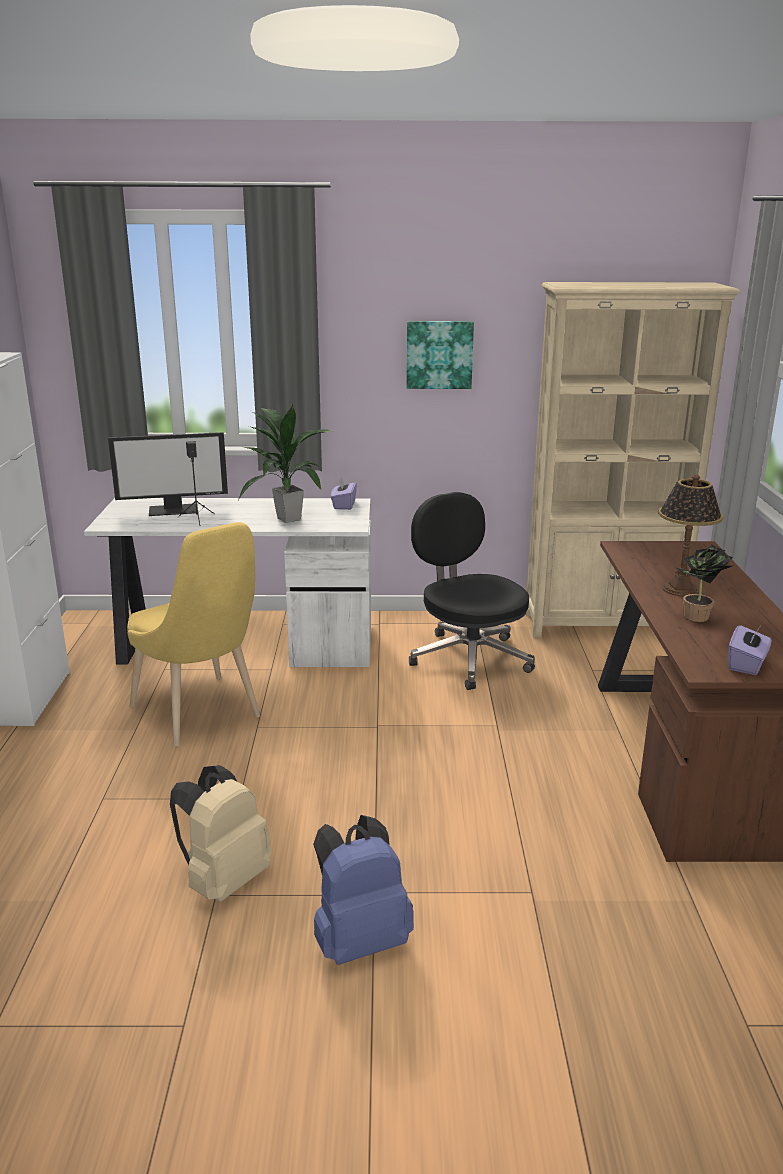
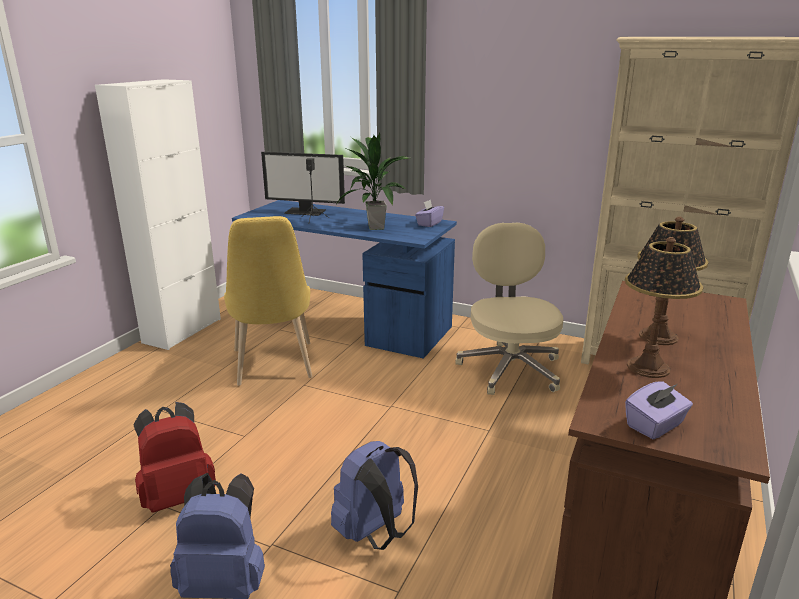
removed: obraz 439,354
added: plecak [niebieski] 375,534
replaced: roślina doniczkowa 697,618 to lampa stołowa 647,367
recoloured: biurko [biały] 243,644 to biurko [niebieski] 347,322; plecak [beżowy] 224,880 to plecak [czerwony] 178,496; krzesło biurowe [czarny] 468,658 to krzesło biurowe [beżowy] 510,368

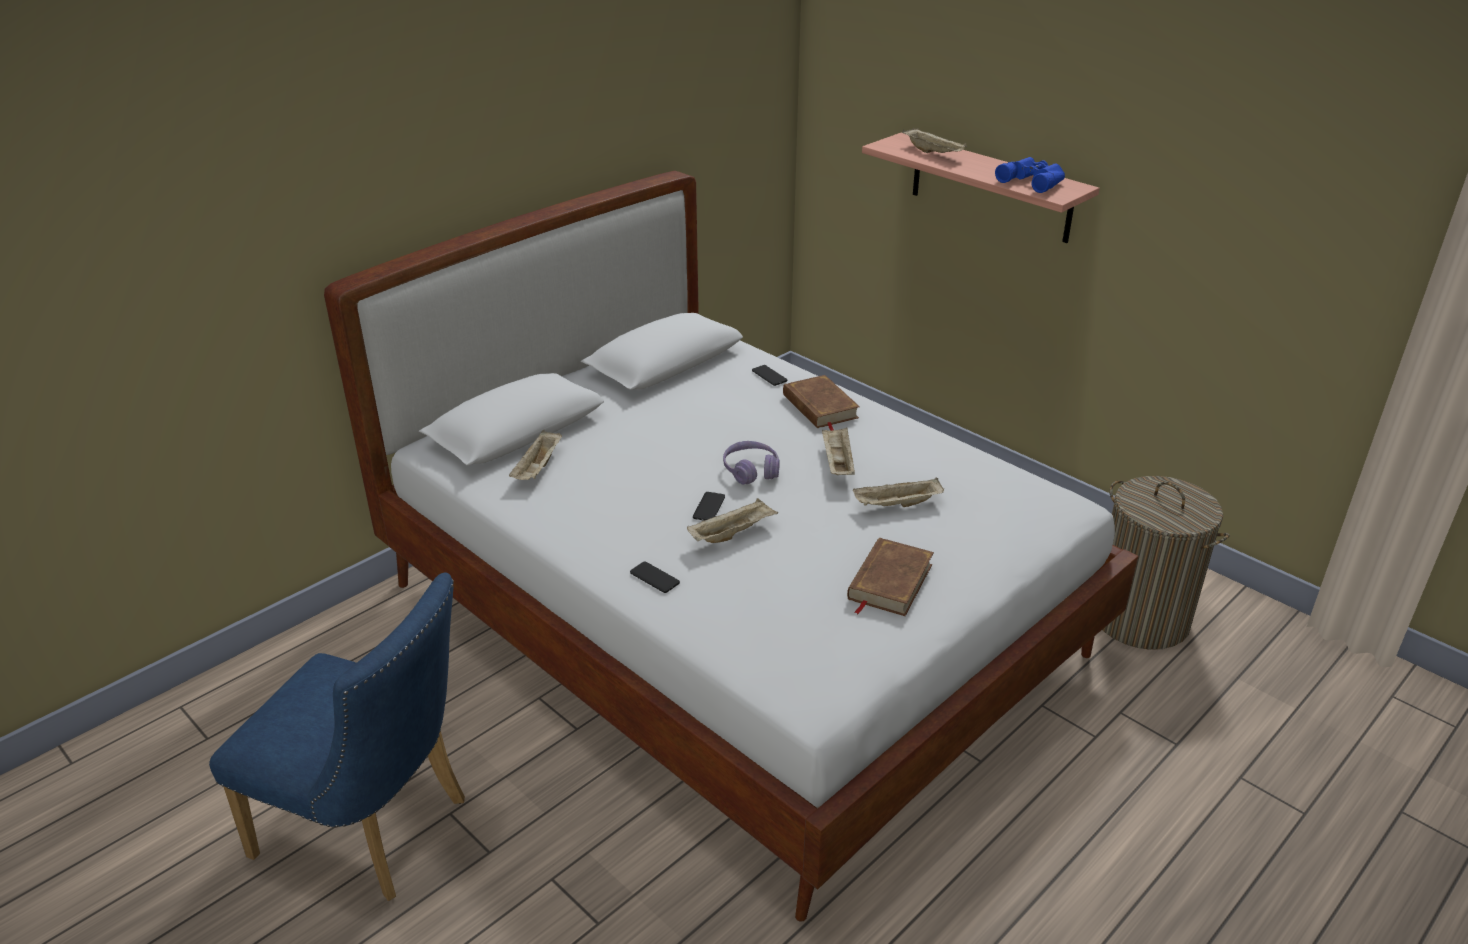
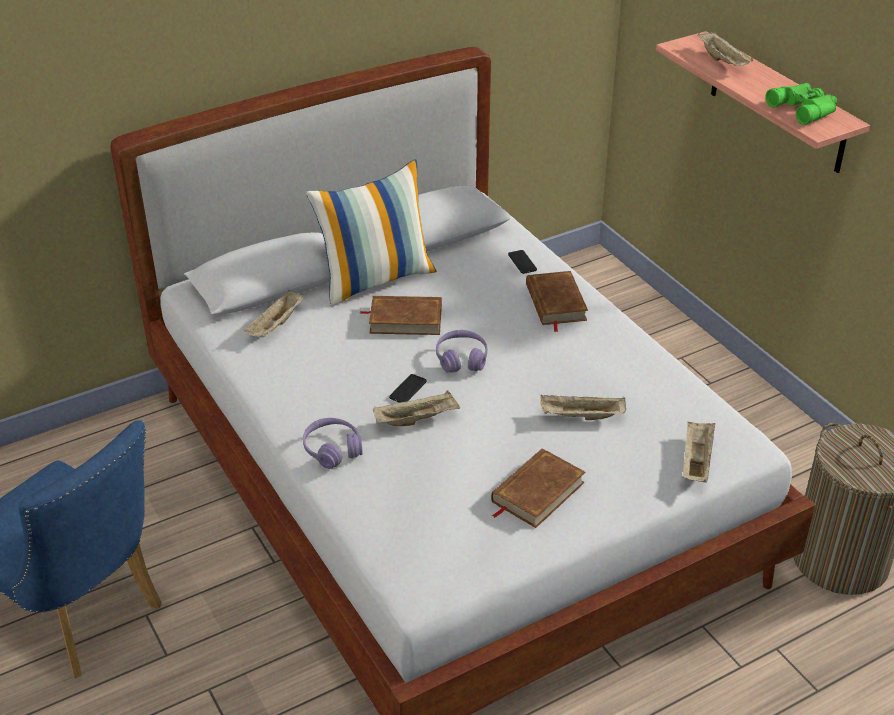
added: poduszka 376,279; książka [brązowy] 405,319
moved: taca [beżowy] 837,463 to 696,461
replaced: telefon 654,578 to słuchawki [fioletowy] 333,449
recoloured: lornetka [niebieski] 1033,181 to lornetka [zielony] 805,108

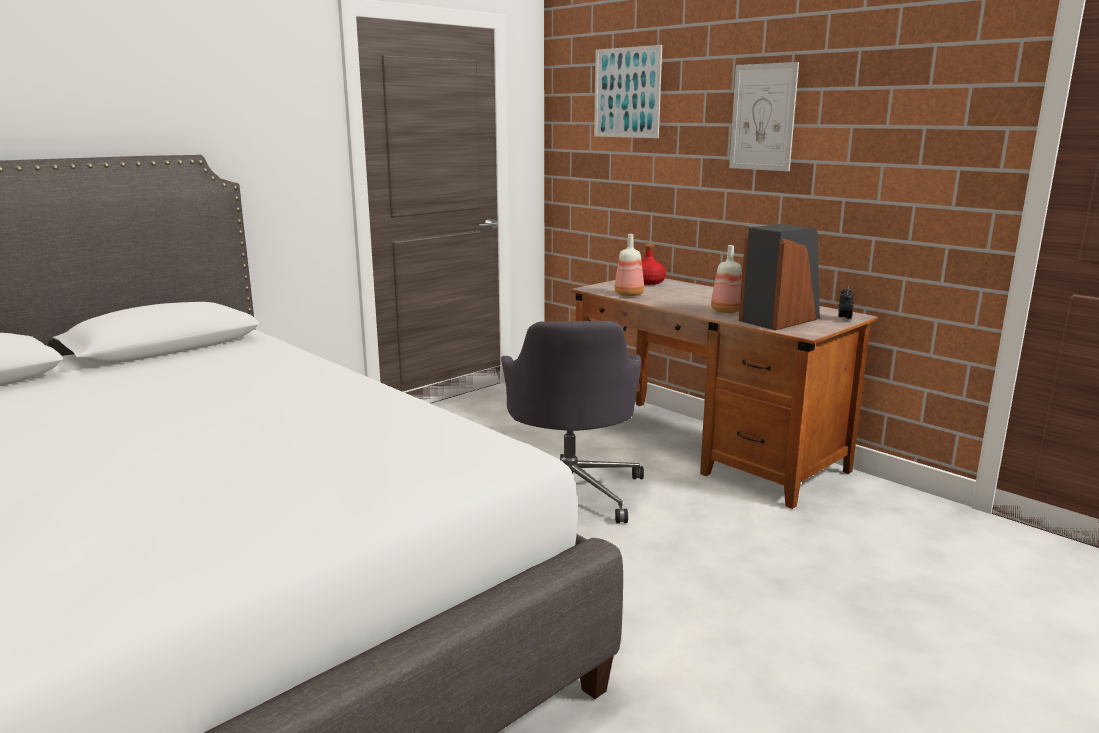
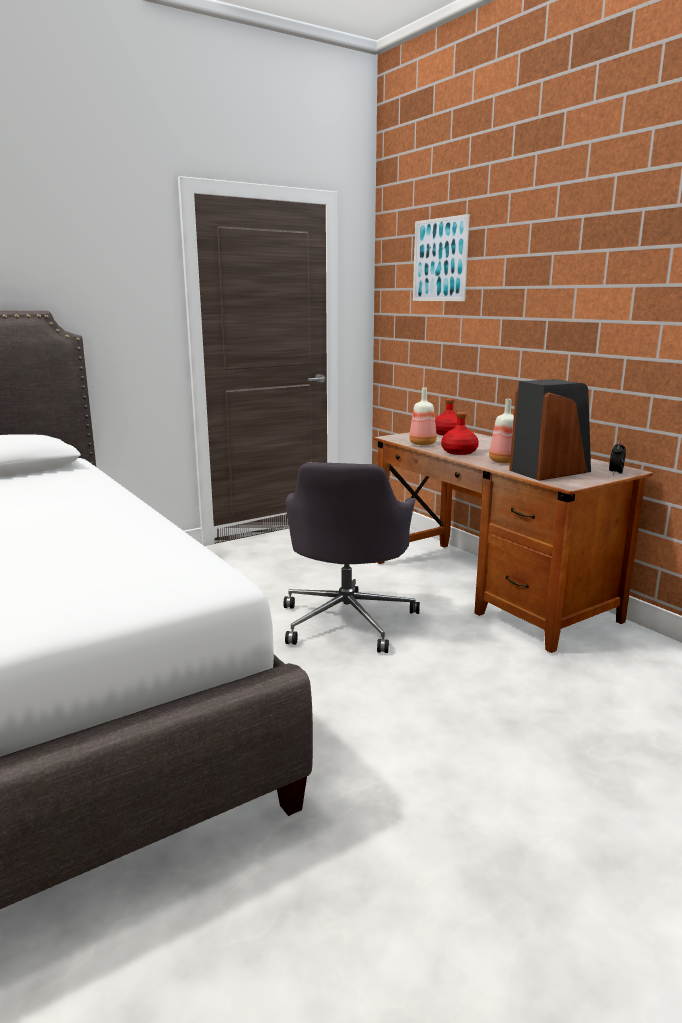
removed: obraz 763,117
added: butelka [czerwony] 459,452

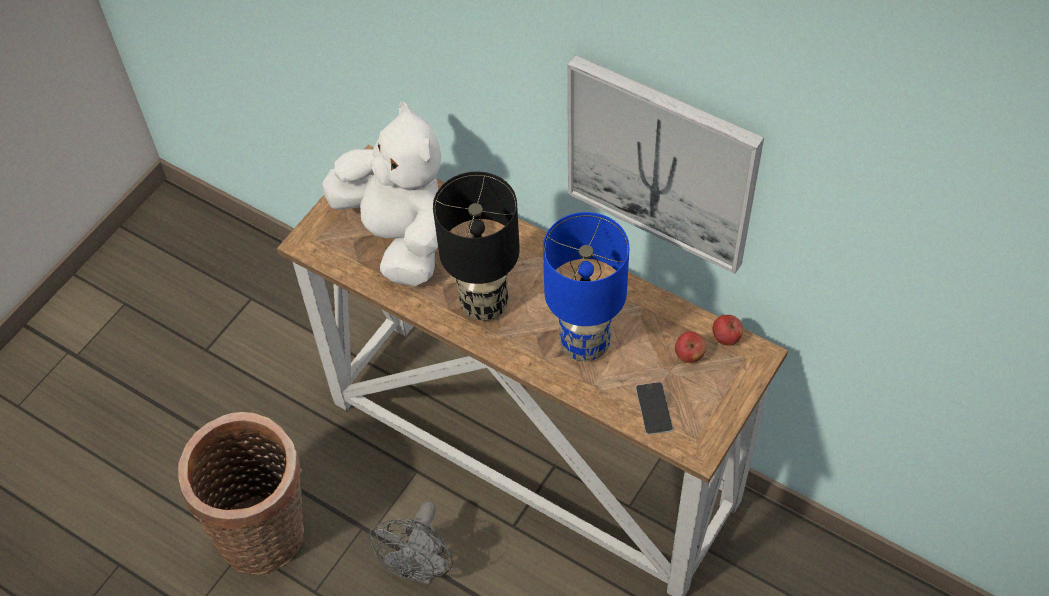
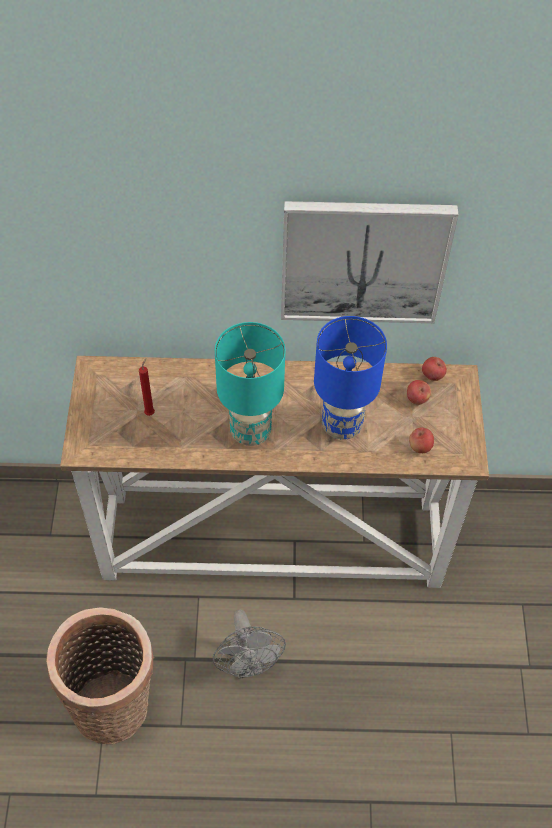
replaced: pluszak [biały] 398,235 to świeca [czerwony] 150,412; telefon 654,408 to jabłko 420,447
recoloured: lampa stołowa [czarny] 483,304 to lampa stołowa [turkusowy] 250,432

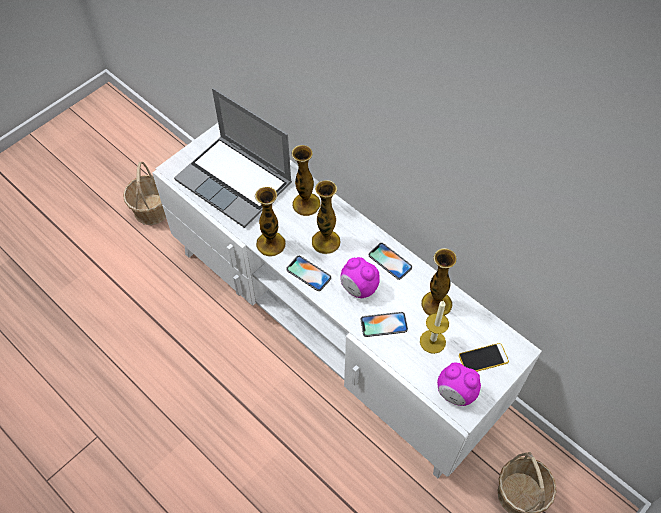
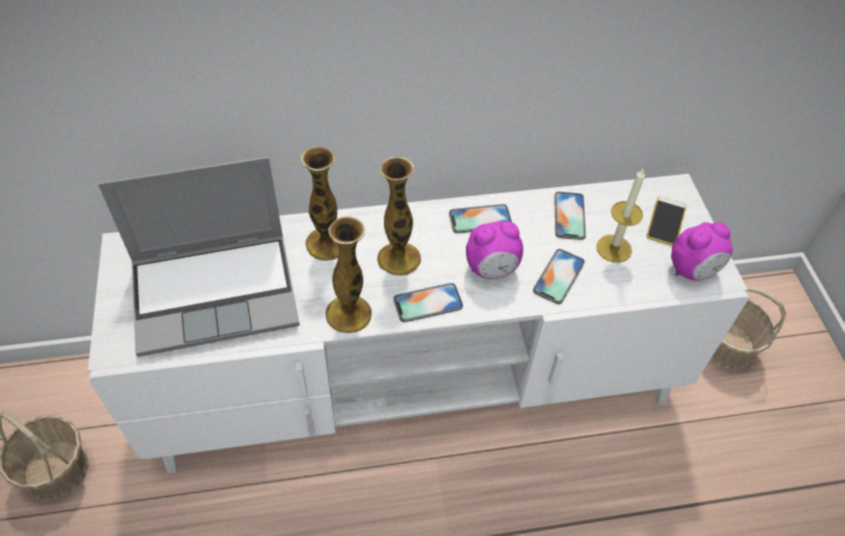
replaced: wazon 436,304 to telefon 569,216

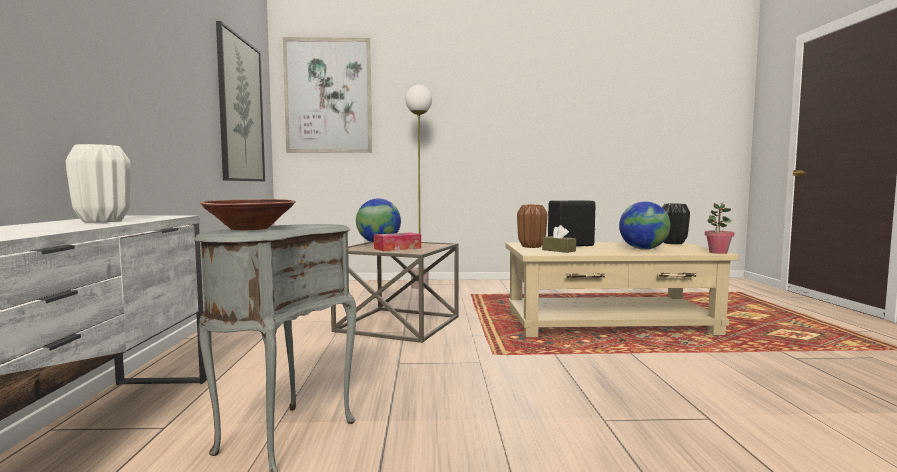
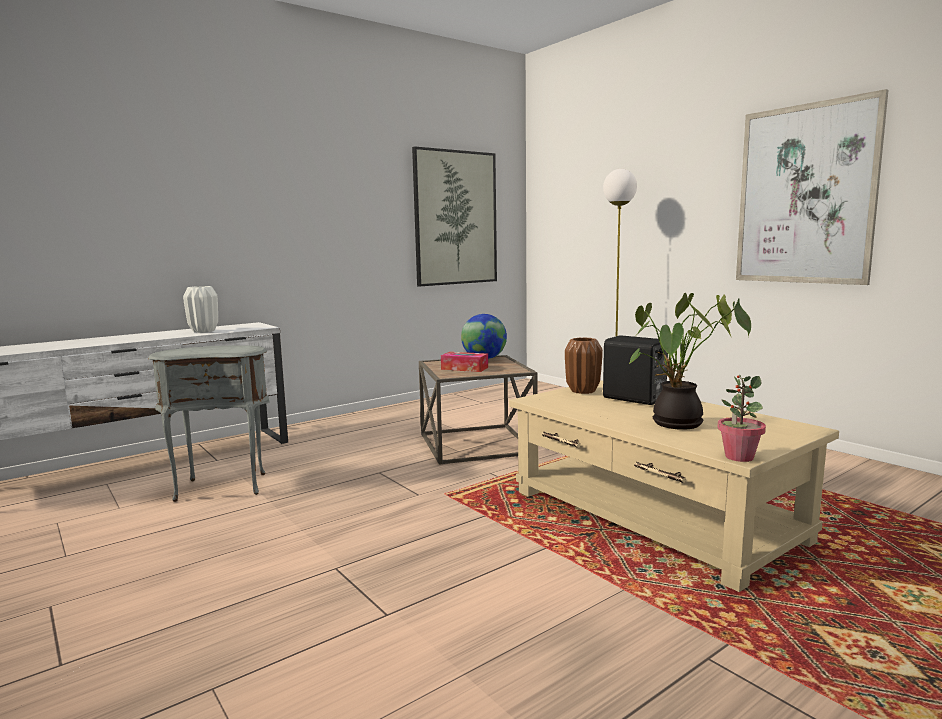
removed: miska [brązowy] 250,229; pudełko chusteczek [brązowy] 558,250; wazon [czarny] 673,243
moved: obraz 328,96 to 805,195
replaced: globus 643,249 to roślina doniczkowa 678,425

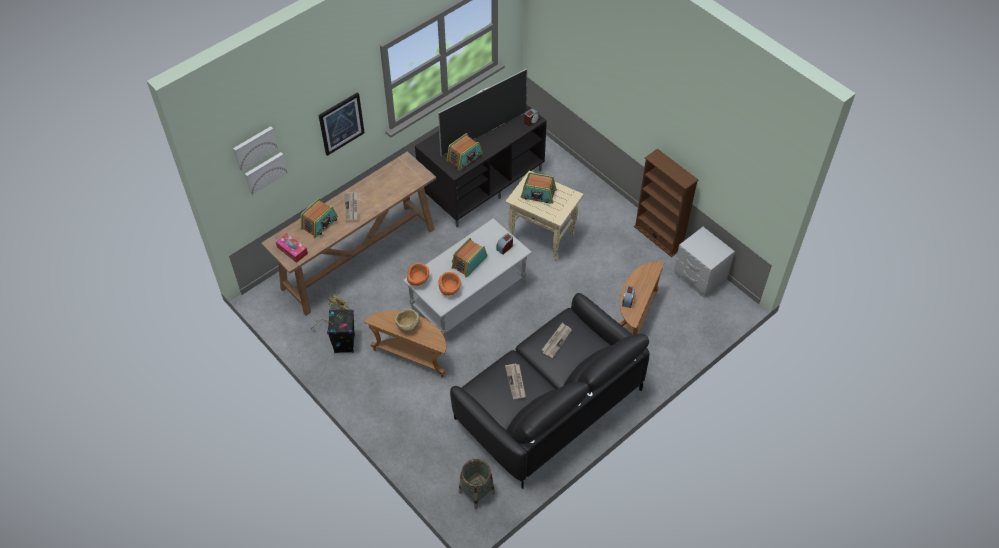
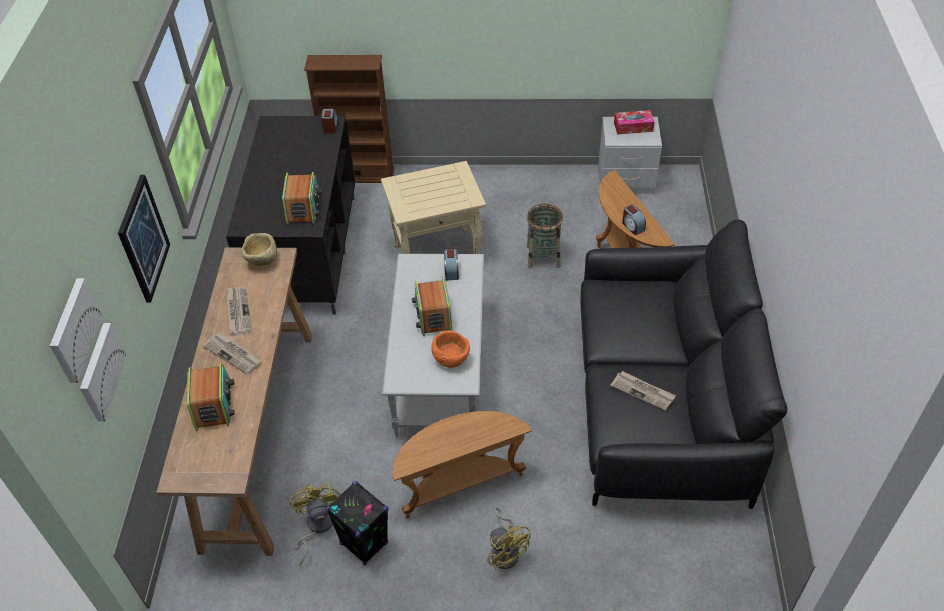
removed: miska [pomarańczowy] 418,281; telewizor 483,133; radio 538,194
added: wentylator [żółty] 506,551
moved: pudełko chusteczek 292,250 to 633,127; miska [beżowy] 408,326 to 262,260; koszyk 477,492 to 543,256; gazeta 556,340 to 238,311; regał [brązowy] 658,237 to 359,175

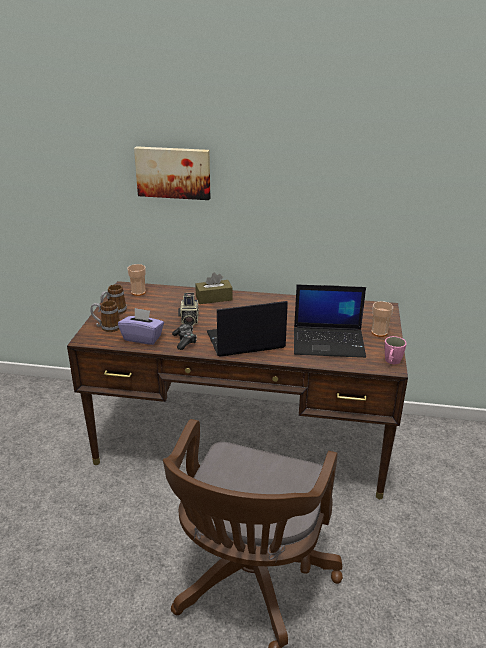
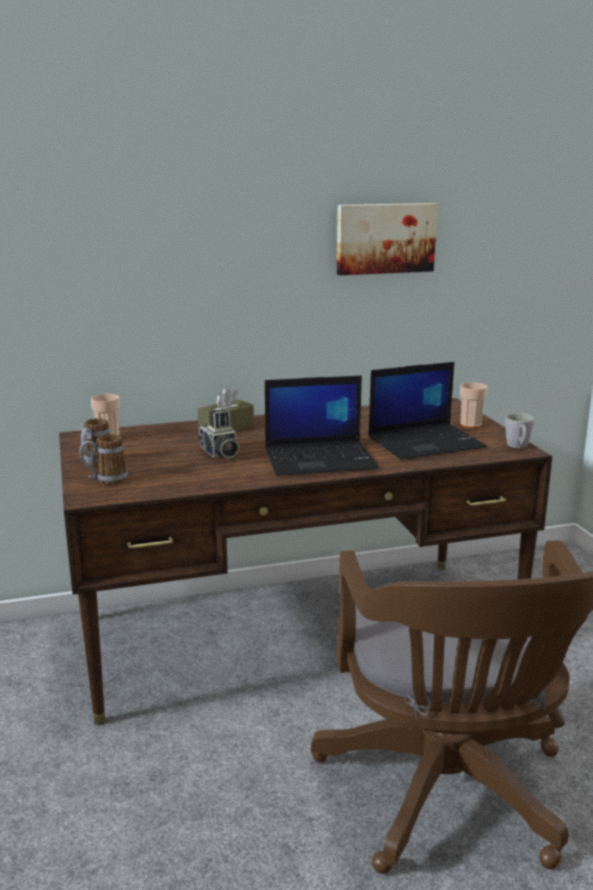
removed: pudełko chusteczek [fioletowy] 142,338; pad do gier 185,341
moved: obraz 173,172 to 385,238
recoloured: kubek [różowy] 391,362 to kubek [szary] 518,446
turned: laptop 244,341 = 321,459 150 degrees counterclockwise

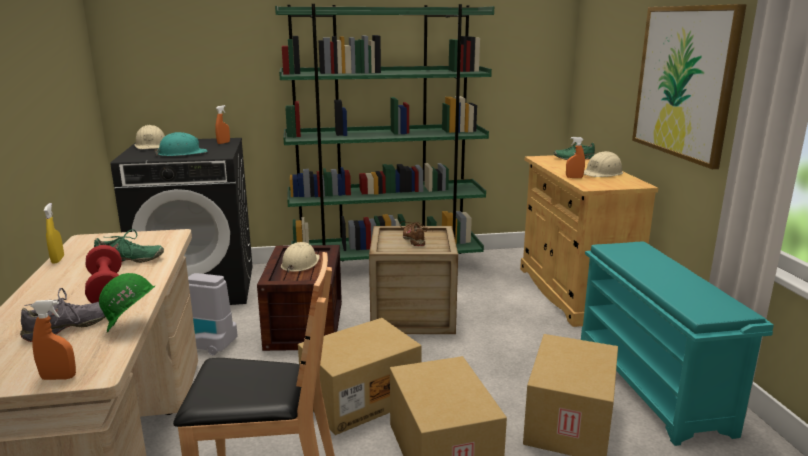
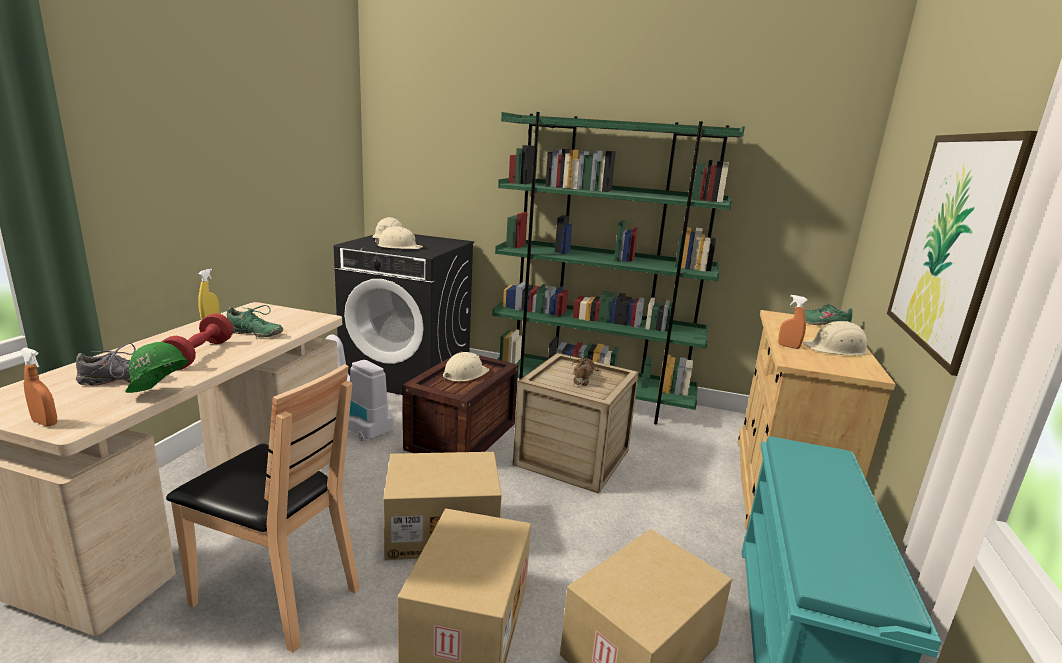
removed: spryskiwacz [pomarańczowy] 223,143
recoloured: kask [turkusowy] 182,153 to kask [beżowy] 399,247

